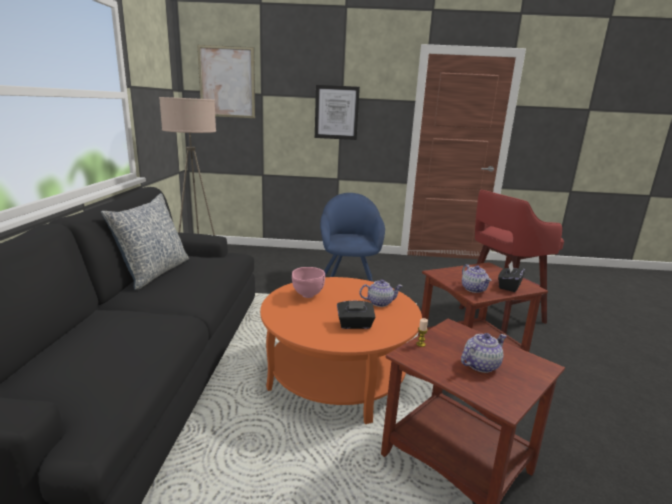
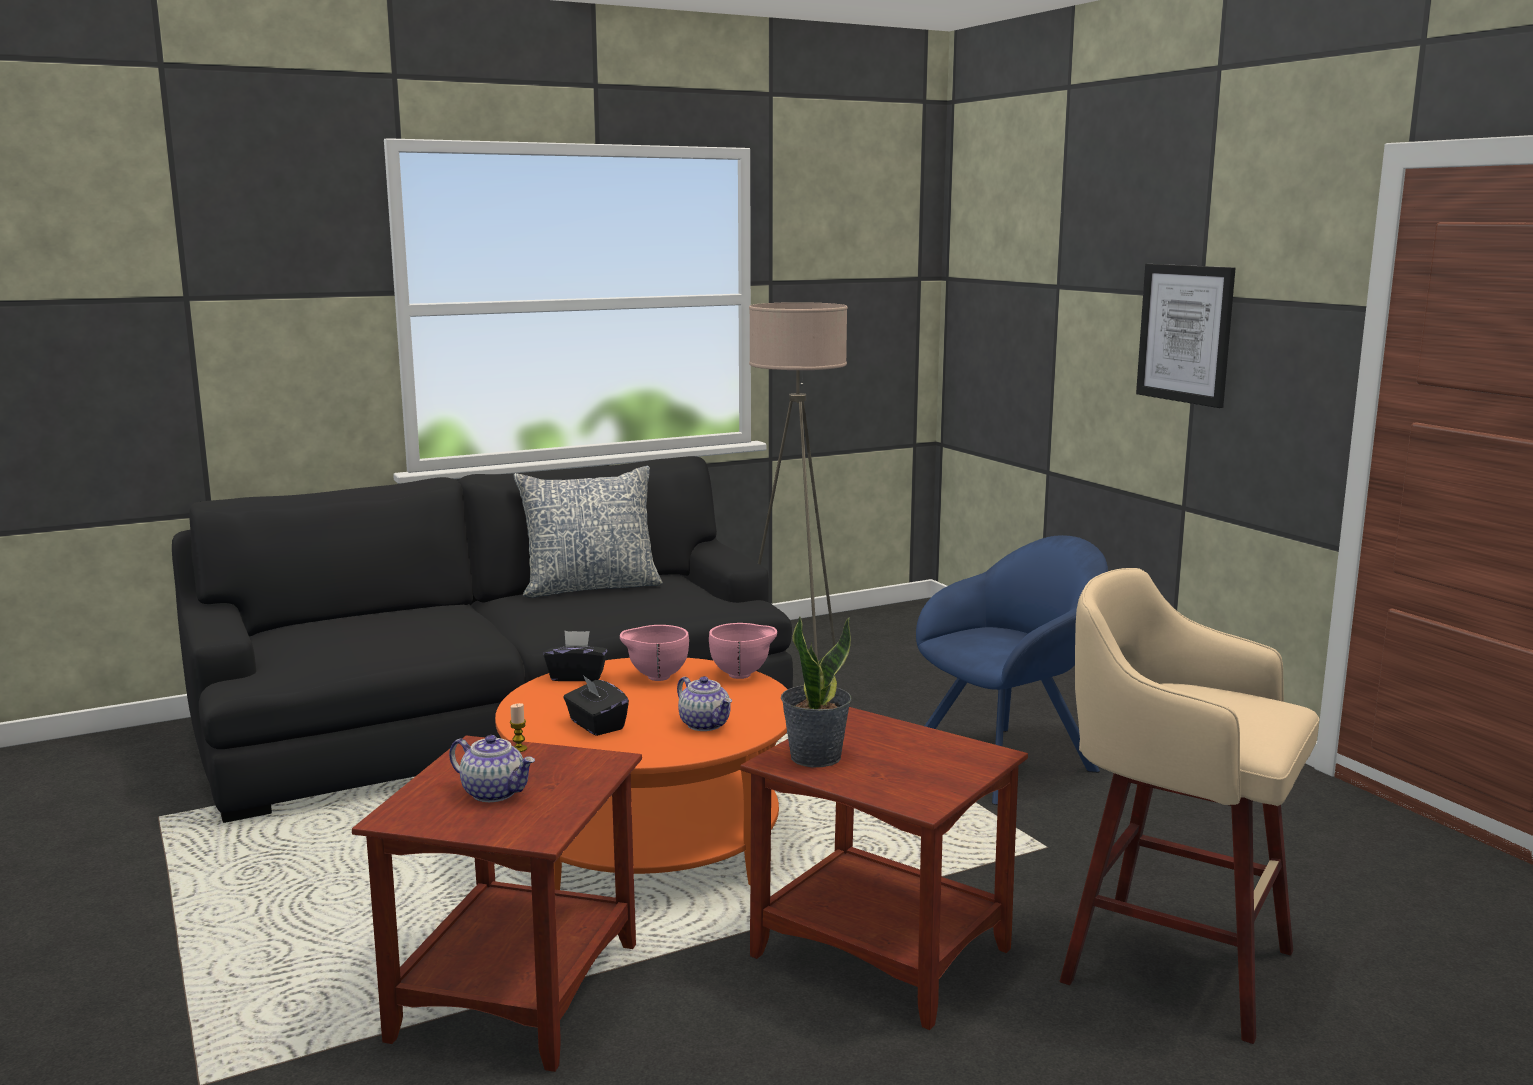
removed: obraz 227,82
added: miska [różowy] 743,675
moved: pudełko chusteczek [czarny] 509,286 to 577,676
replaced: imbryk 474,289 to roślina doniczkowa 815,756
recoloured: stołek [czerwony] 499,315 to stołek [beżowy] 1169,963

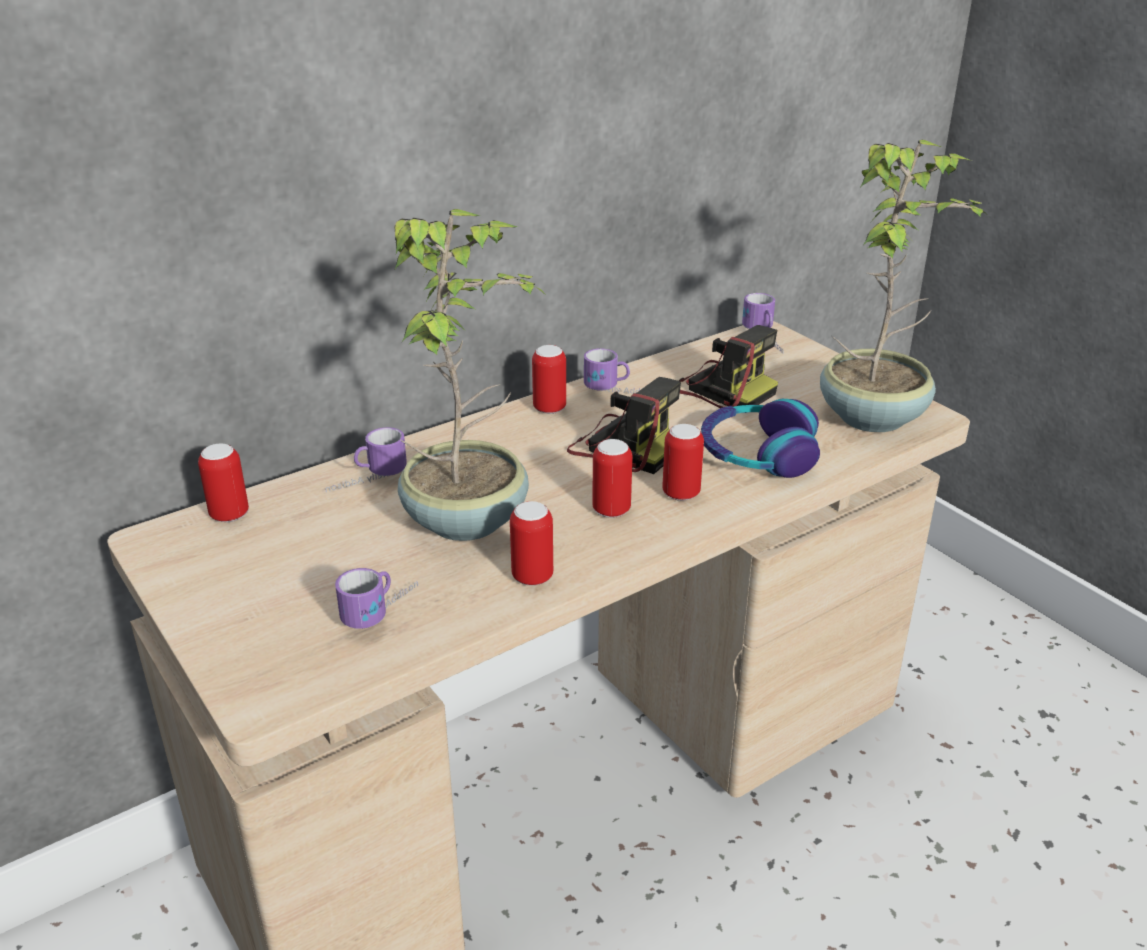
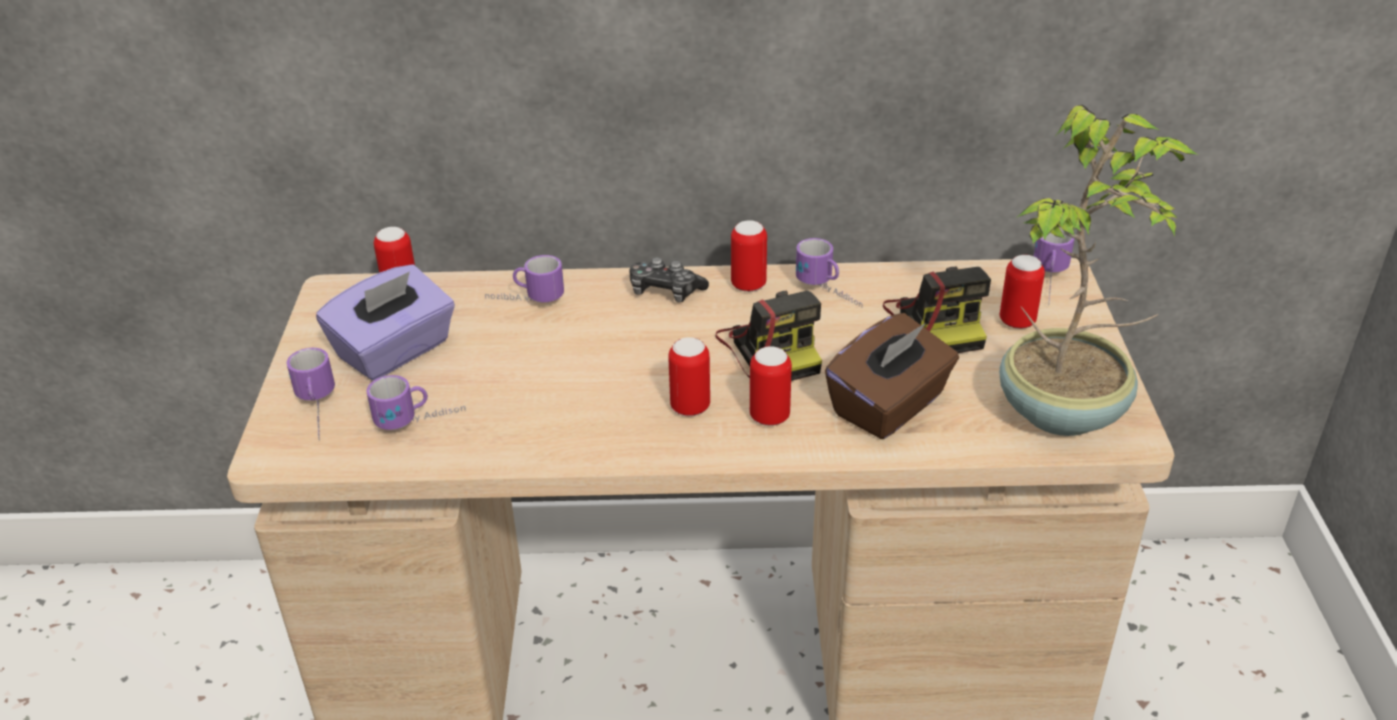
removed: roślina doniczkowa 468,519
added: kubek 317,413; pudełko chusteczek [fioletowy] 395,351; pad do gier 665,291
moved: puszka 532,577 to 1017,321
replaced: słuchawki 757,454 to pudełko chusteczek [brązowy] 889,406

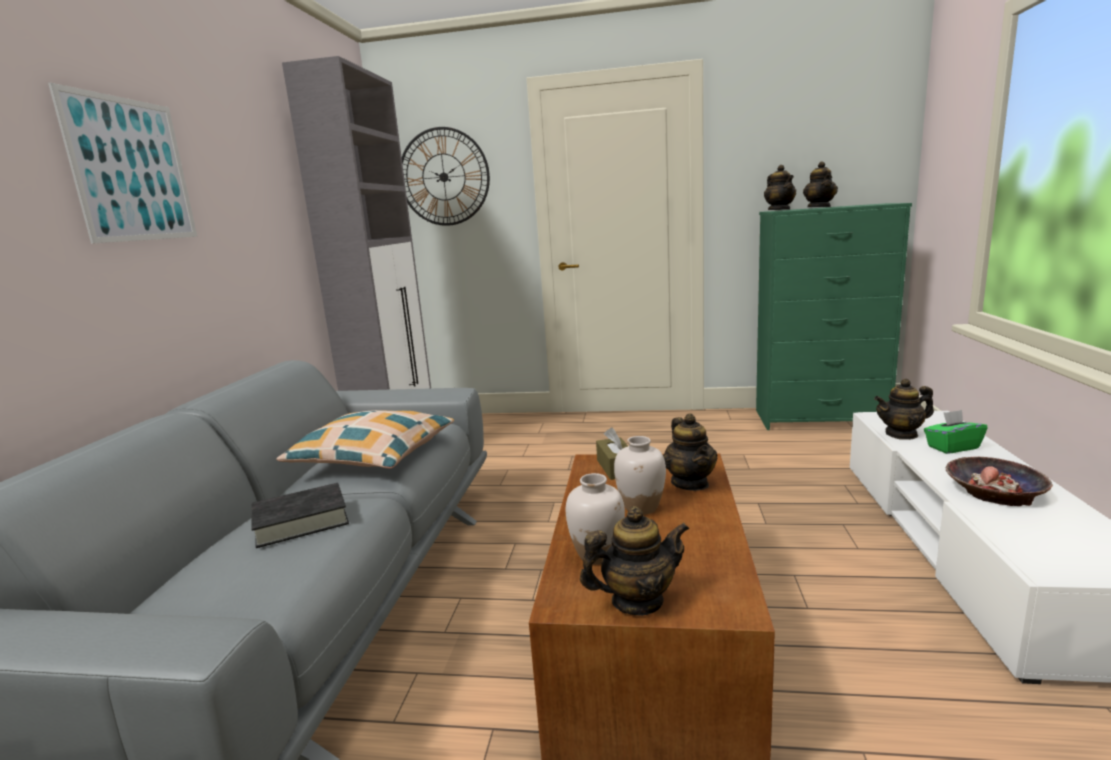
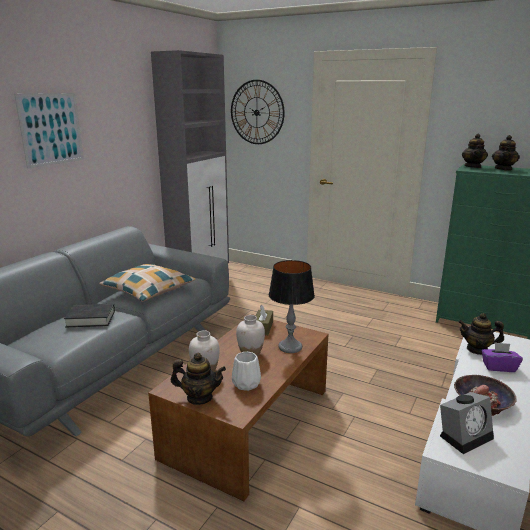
added: wazon [biały] 245,384; budzik 465,435
replaced: imbryk 690,483 to lampa stołowa 290,347
recoloured: pudełko chusteczek [zielony] 952,447 to pudełko chusteczek [fioletowy] 498,367

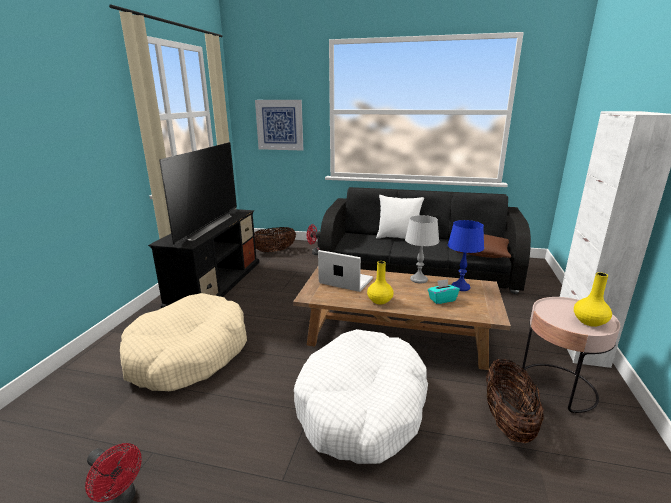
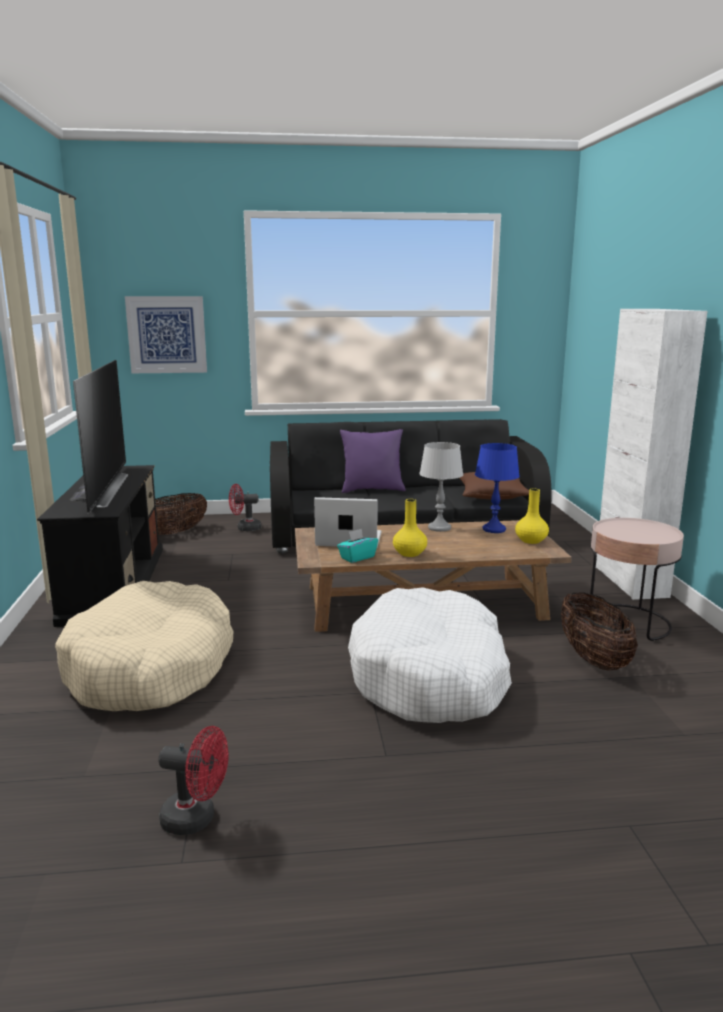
moved: pudełko chusteczek [turkusowy] 442,299 to 357,557; wazon [żółty] 589,322 to 531,541
recoloured: poduszka [biały] 398,238 to poduszka [fioletowy] 372,490

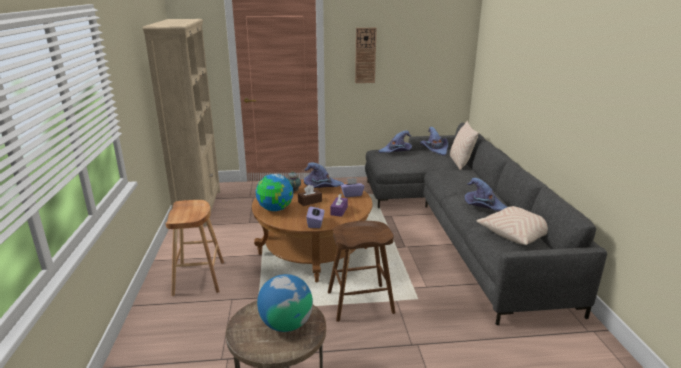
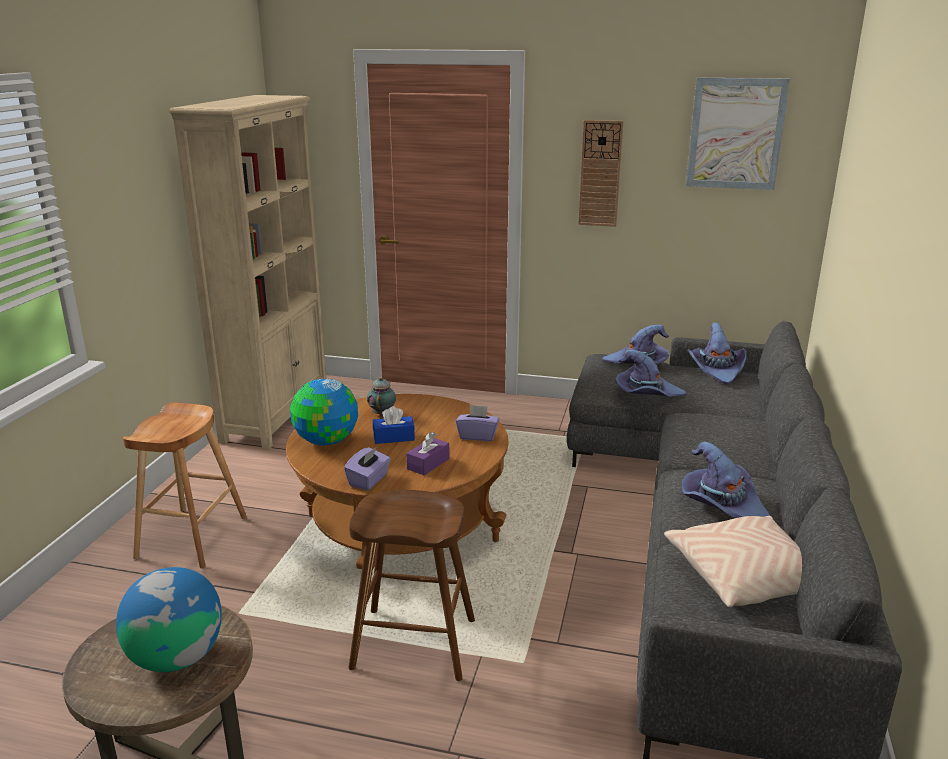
removed: poduszka [beżowy] 460,163
added: obraz 735,134
moved: kapelusz [fioletowy] 322,187 to 646,393
recoloured: pudełko chusteczek [brązowy] 310,201 to pudełko chusteczek [niebieski] 394,437

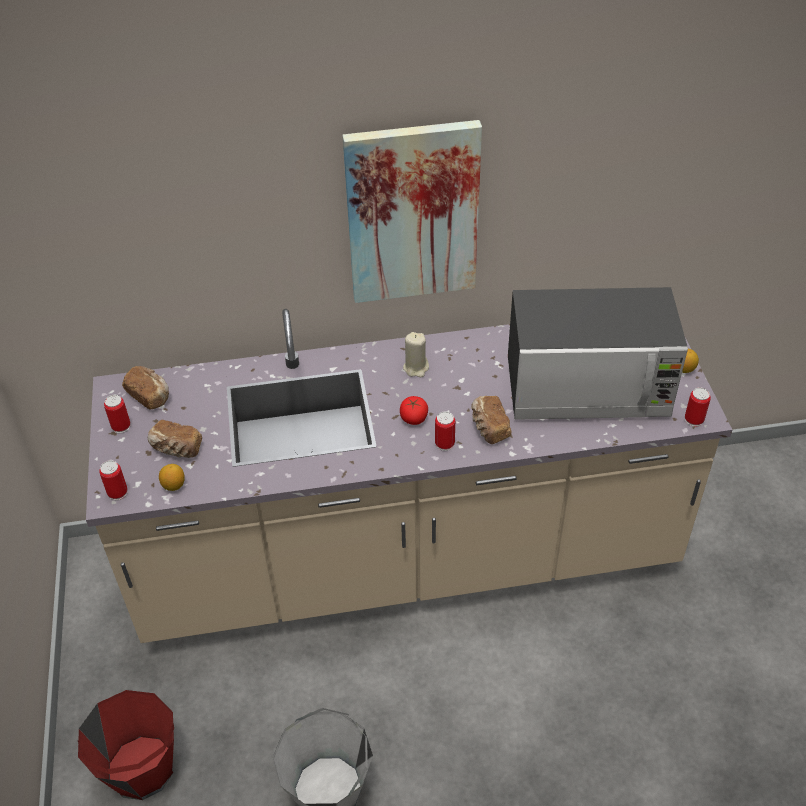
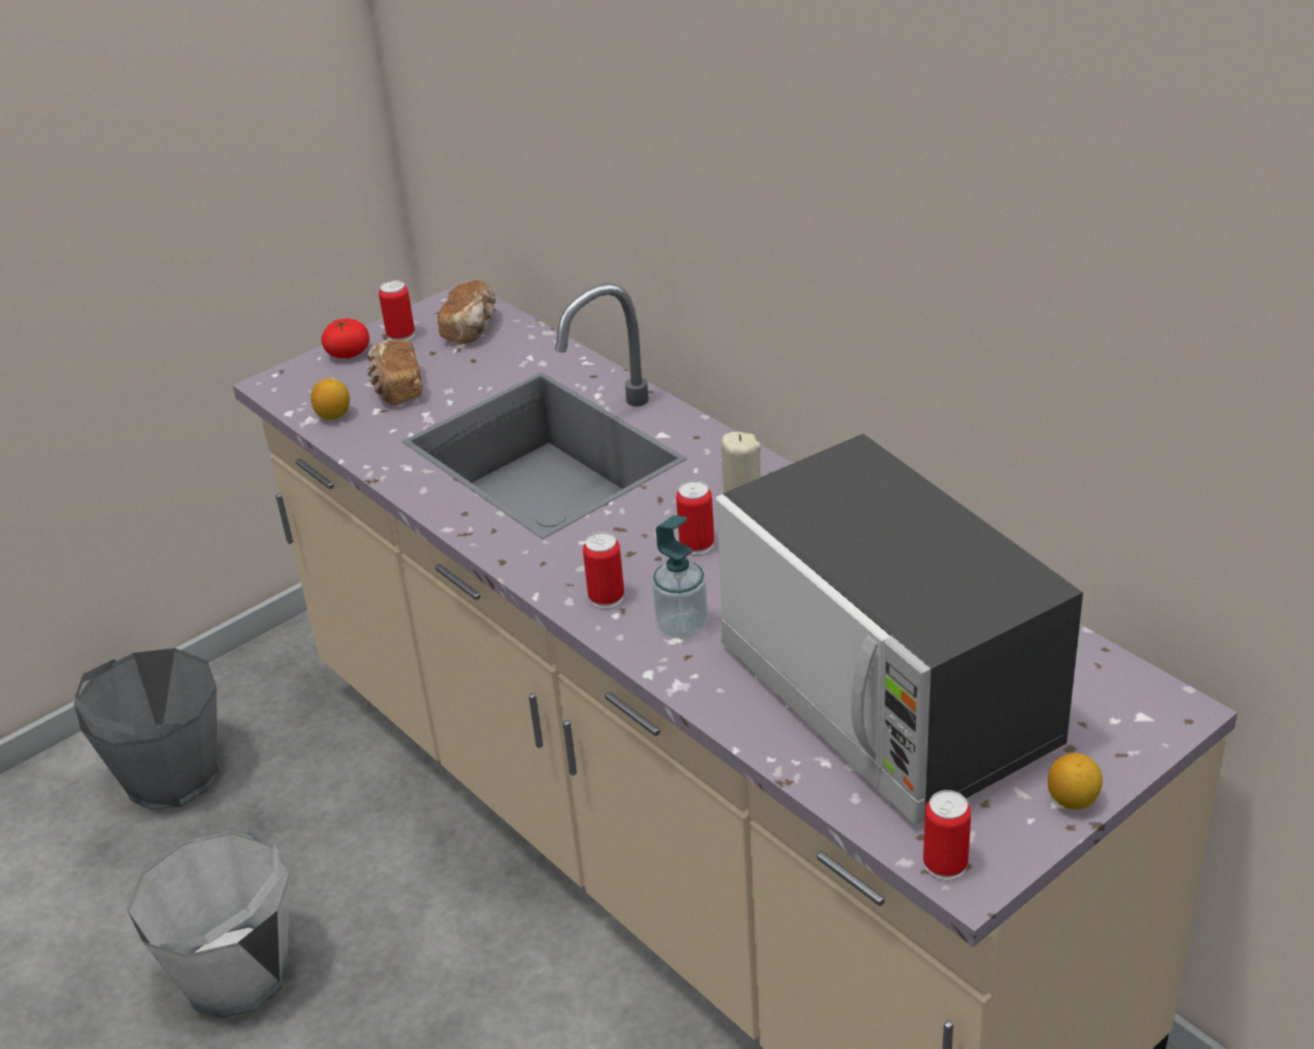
removed: obraz 412,213
moved: puszka 117,492 to 697,545; pomidor 413,418 to 348,353
replaced: chleb 488,428 to dozownik mydła 682,626
recoloured: wiadro [czerwony] 141,769 to wiadro [szary] 170,776

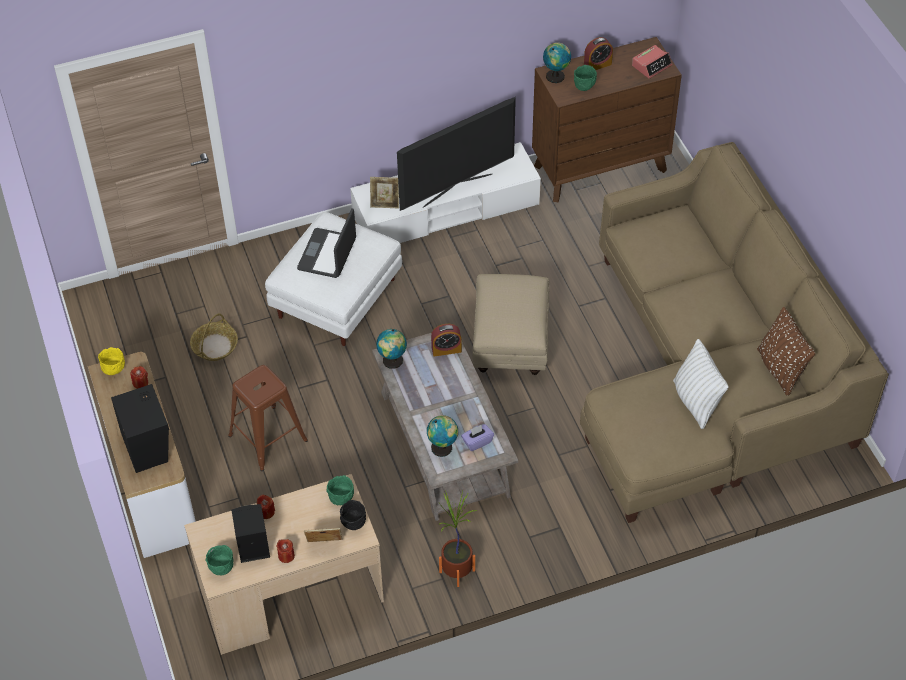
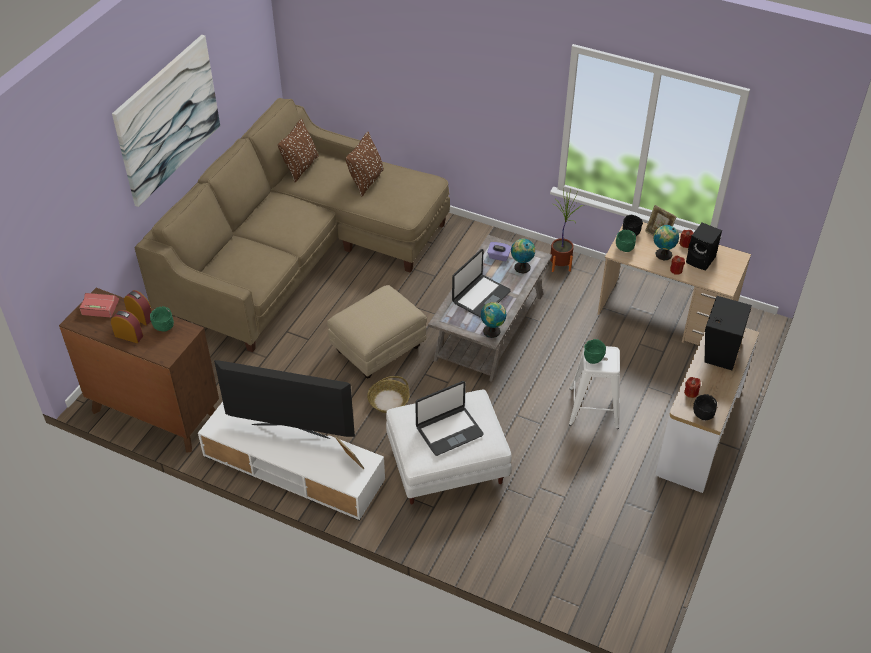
added: obraz 168,119; laptop 480,296
moved: koszyk 215,346 to 388,401; miska [zielony] 221,568 to 593,359; budzik 446,349 to 140,316; globus 556,76 to 662,254
recoloured: miska [żółty] 114,370 to miska [czarny] 703,415; stołek [brązowy] 268,437 to stołek [biały] 593,408; poduszka [biały] 696,402 to poduszka [brązowy] 366,181

